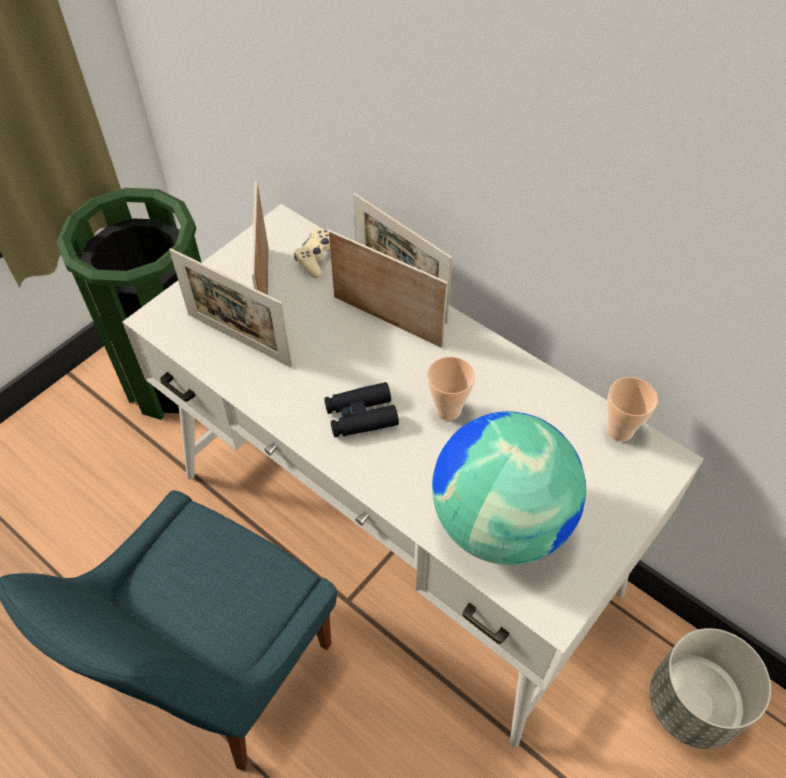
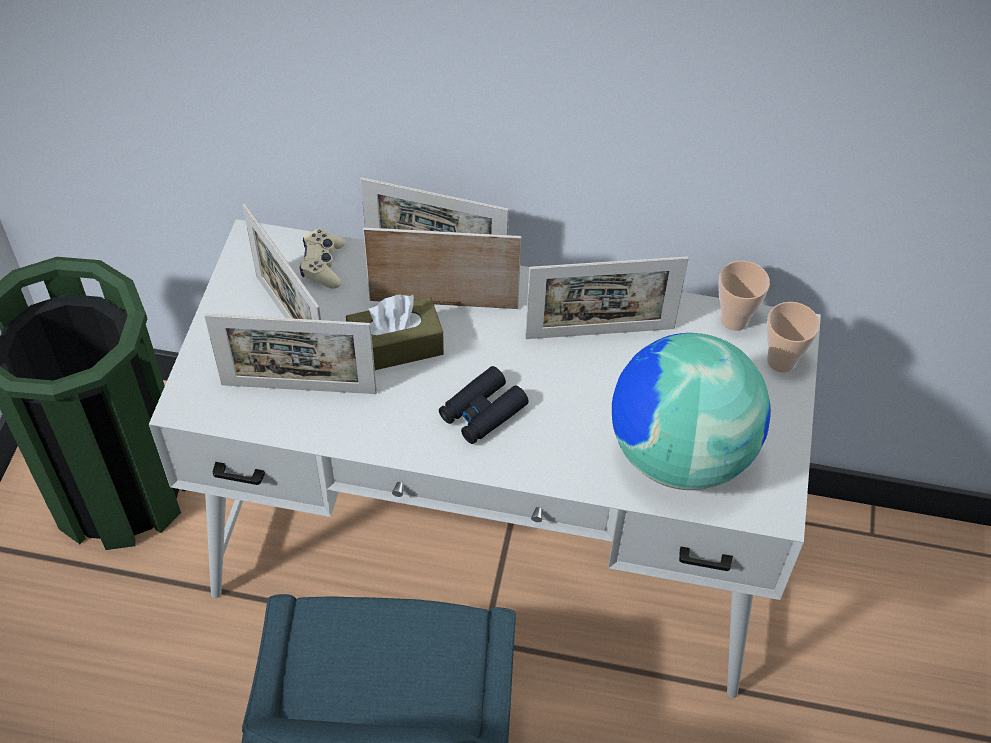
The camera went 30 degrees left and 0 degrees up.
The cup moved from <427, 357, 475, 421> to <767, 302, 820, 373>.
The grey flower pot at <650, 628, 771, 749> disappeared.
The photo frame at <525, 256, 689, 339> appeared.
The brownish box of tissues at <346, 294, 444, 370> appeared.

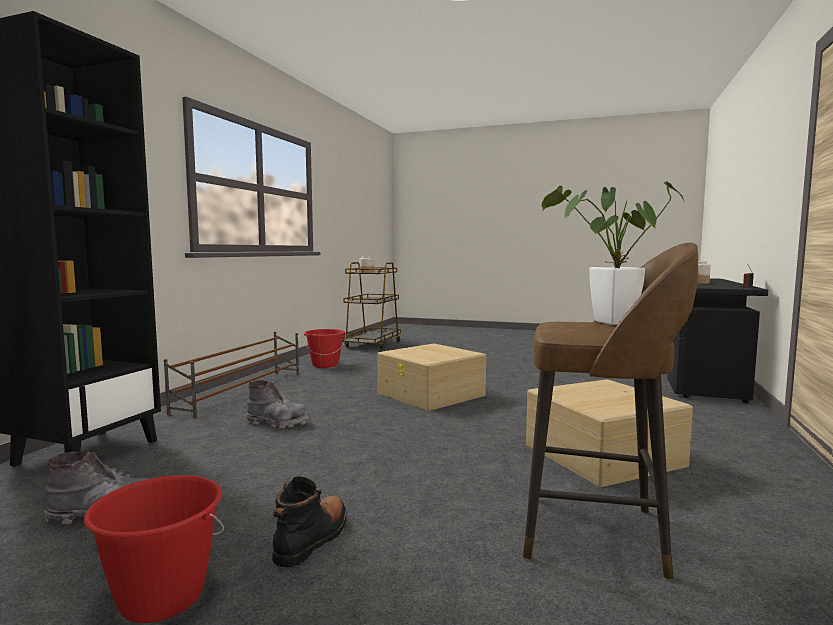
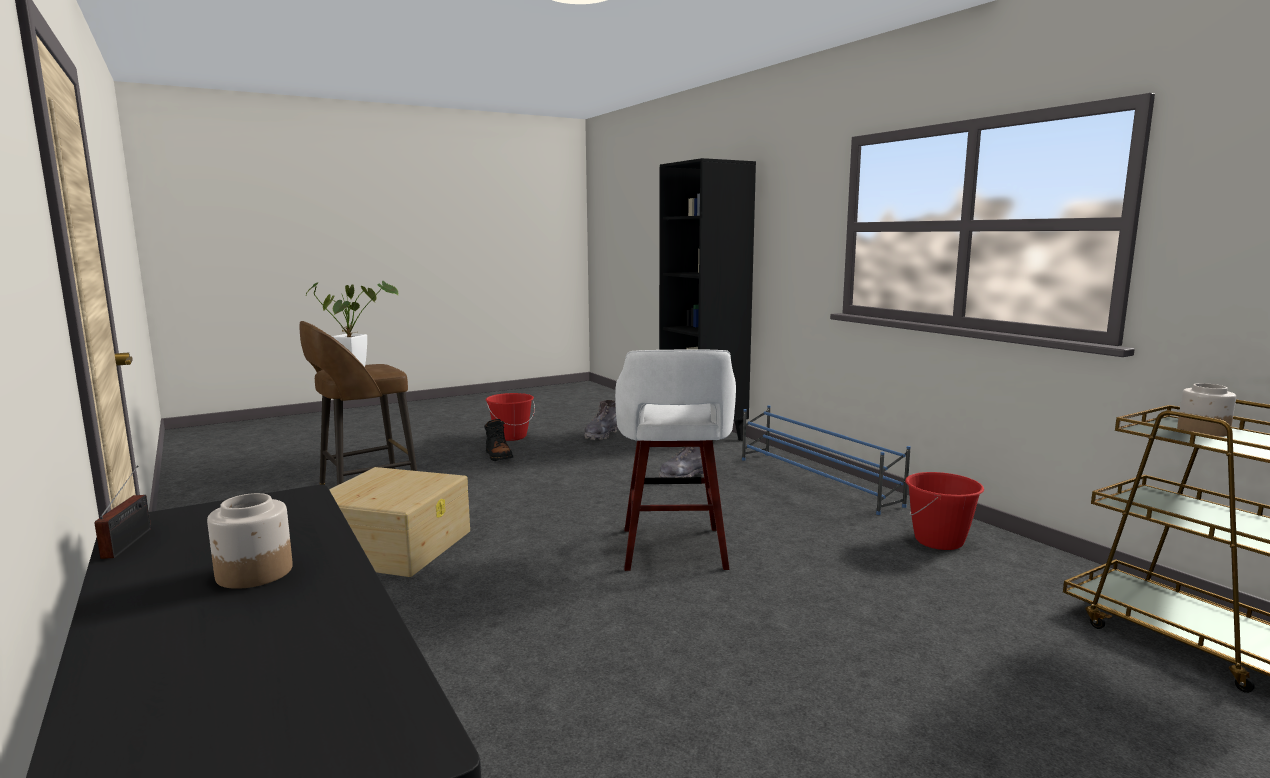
The camera went 130 degrees right and 5 degrees up.
The brownish shoe stand at <164, 332, 299, 418> became the blue shoe stand at <742, 405, 911, 515>.
The sand-coloured storage container at <377, 343, 486, 411> was replaced by the whitish stool at <615, 350, 736, 571>.

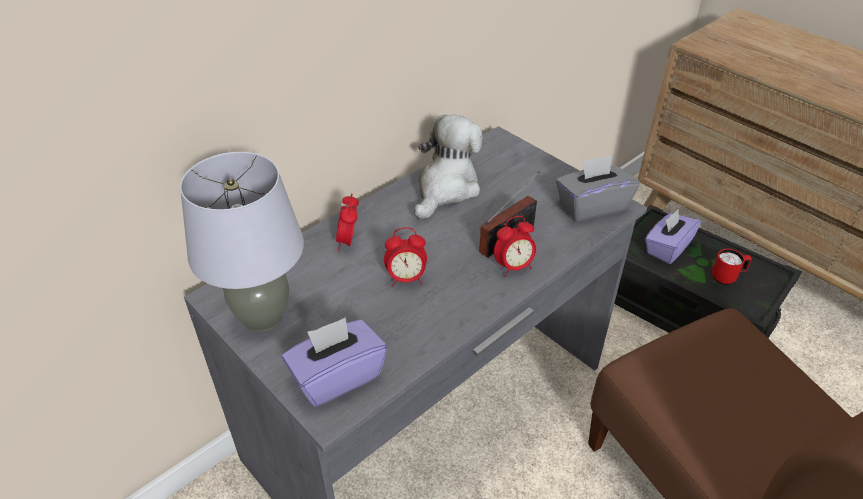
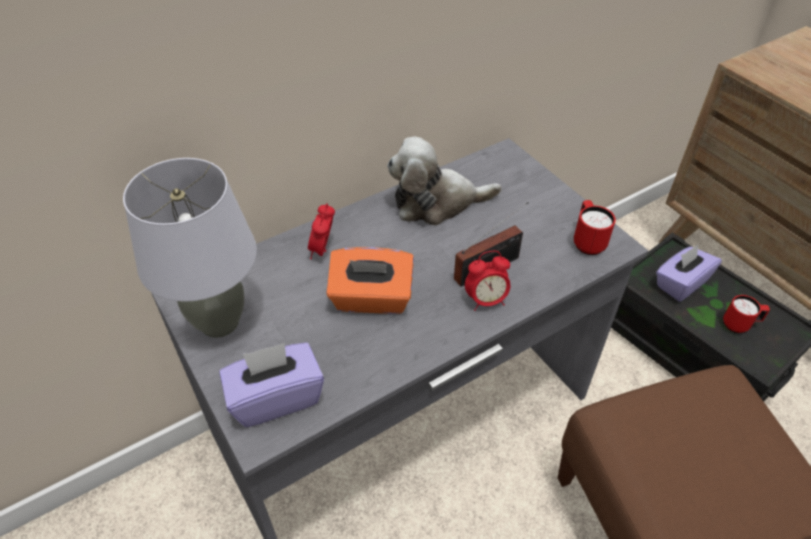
The camera went 10 degrees right and 5 degrees up.
The cuddly toy at <414, 115, 483, 219> turned 135 degrees counterclockwise.
The grey box of tissues at <556, 155, 639, 221> was replaced by the reddish coffee mug at <574, 200, 616, 255>.
The bedside clock at <384, 227, 427, 287> was replaced by the orangey box of tissues at <326, 247, 414, 314>.

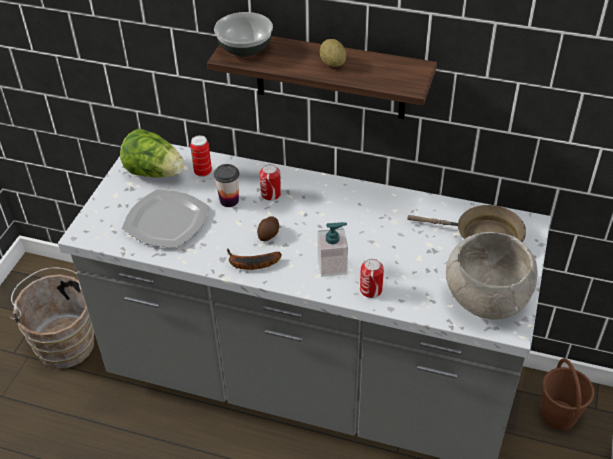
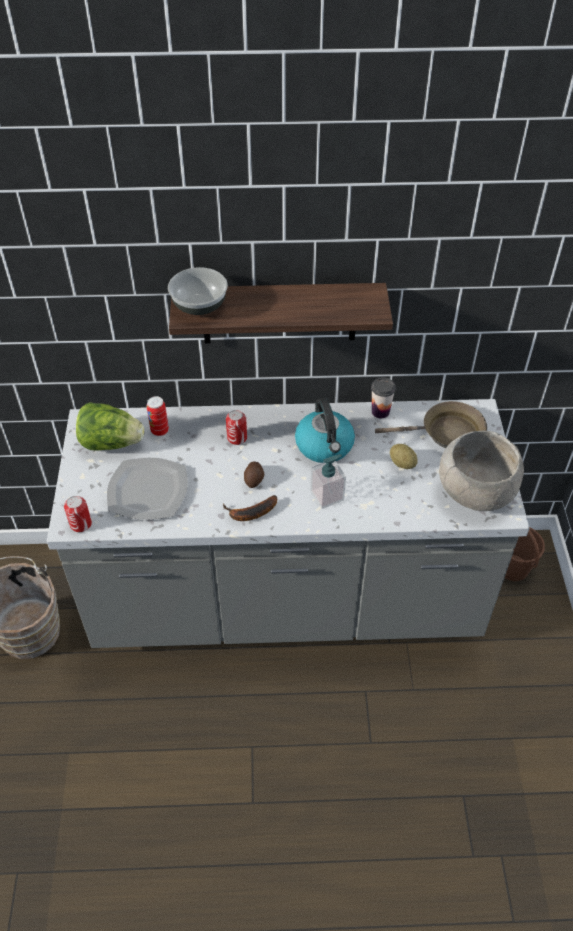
The camera went 20 degrees left and 5 degrees up.
The spud moved from <320, 39, 346, 67> to <390, 444, 418, 469>.
The cup moved from <214, 164, 239, 207> to <371, 377, 396, 418>.
The metal can moved from <360, 259, 384, 298> to <64, 496, 92, 532>.
The water kettle at <295, 398, 355, 463> appeared.

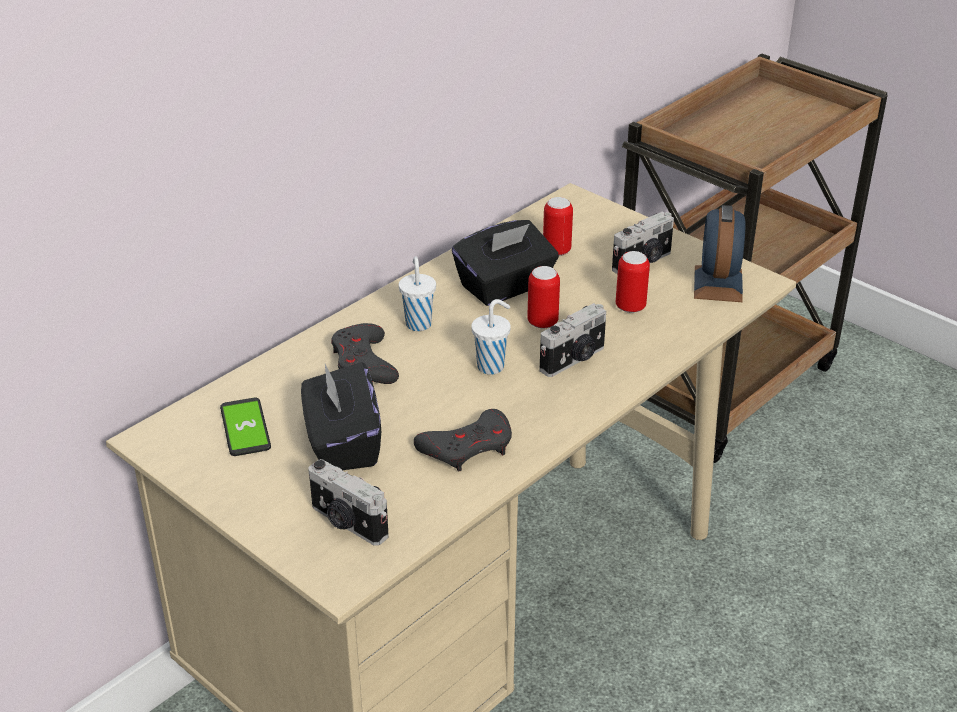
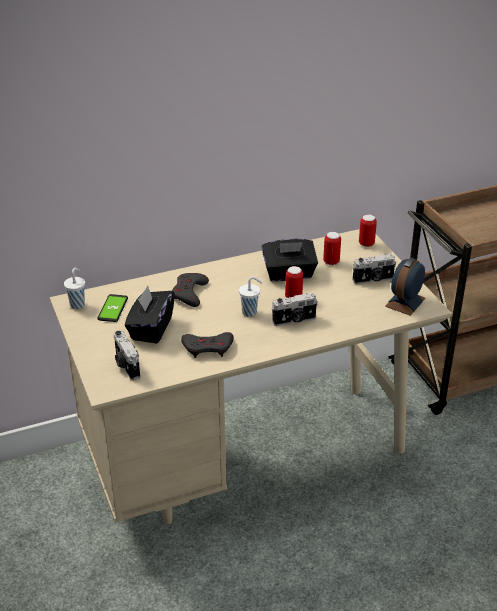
The camera went 25 degrees right and 0 degrees up.
The metal can moved from <616, 251, 650, 313> to <359, 214, 377, 247>.
The whitish cup moved from <399, 257, 436, 331> to <64, 268, 85, 309>.

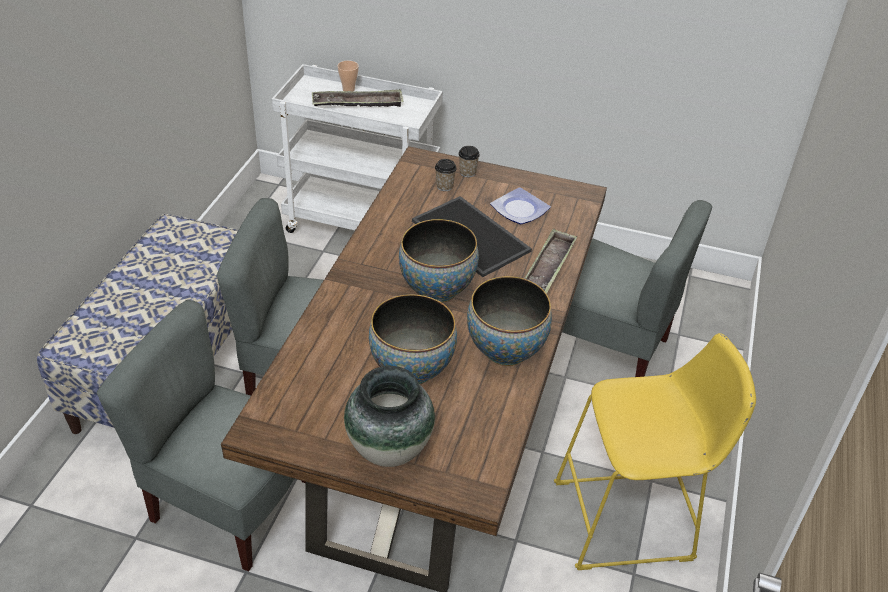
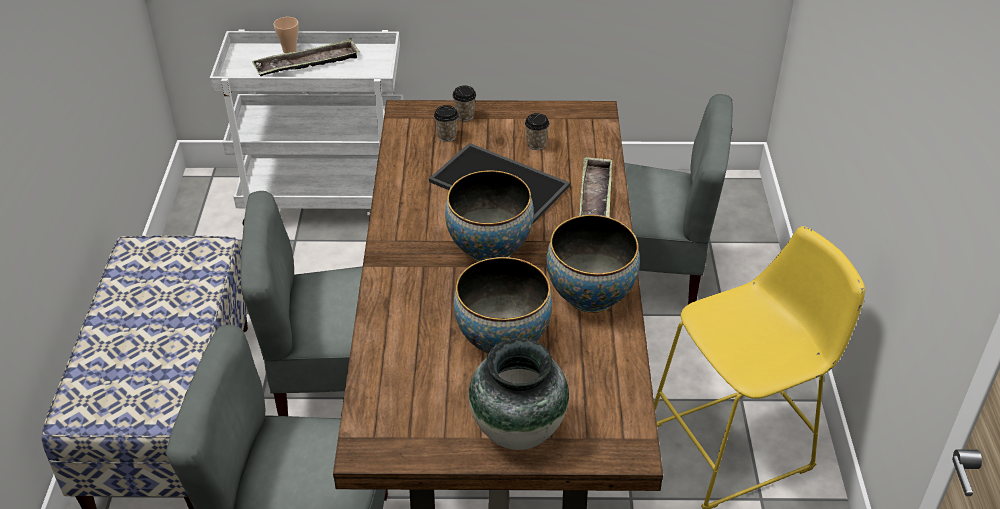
The camera went 15 degrees left and 0 degrees up.
The dinner plate at <490, 187, 551, 224> was replaced by the cup at <525, 113, 550, 150>.

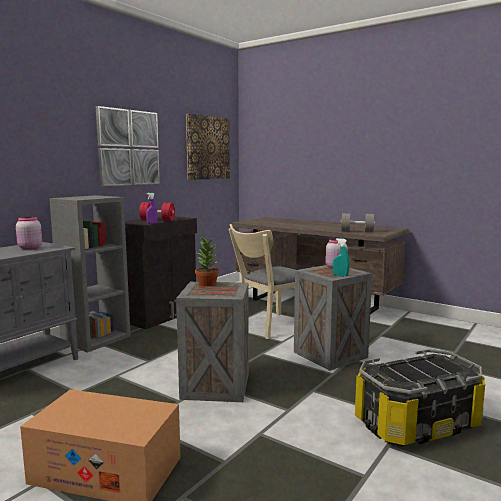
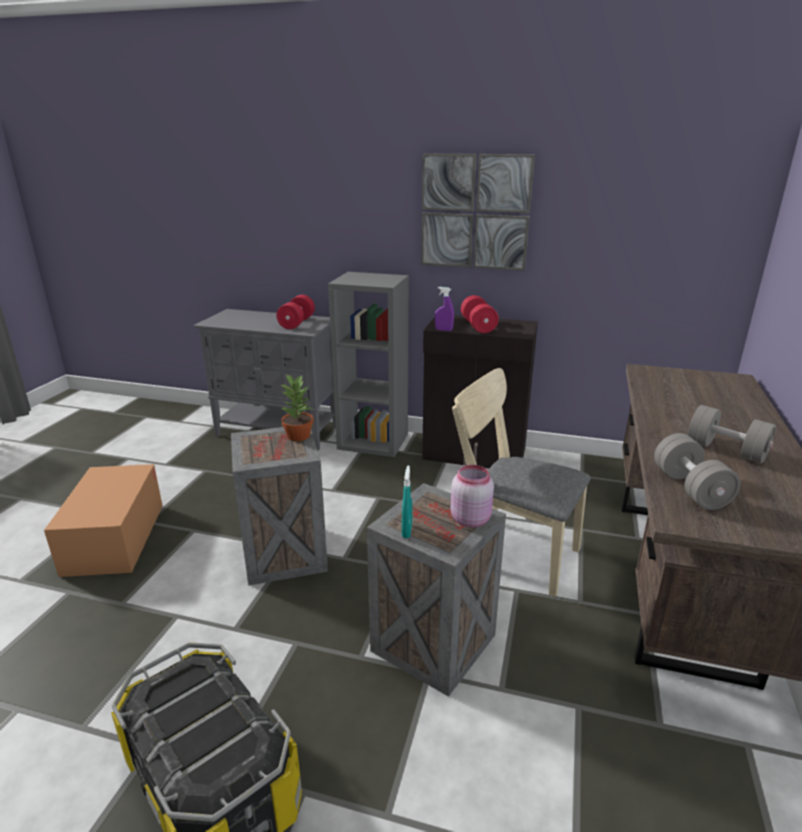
The camera went 70 degrees right and 15 degrees up.
The wall picture at <186, 114, 230, 180> disappeared.
The pink-coloured preserve jar at <16, 217, 42, 249> was replaced by the reddish hand weight at <276, 295, 315, 329>.
The grey hand weight at <688, 405, 776, 463> appeared.

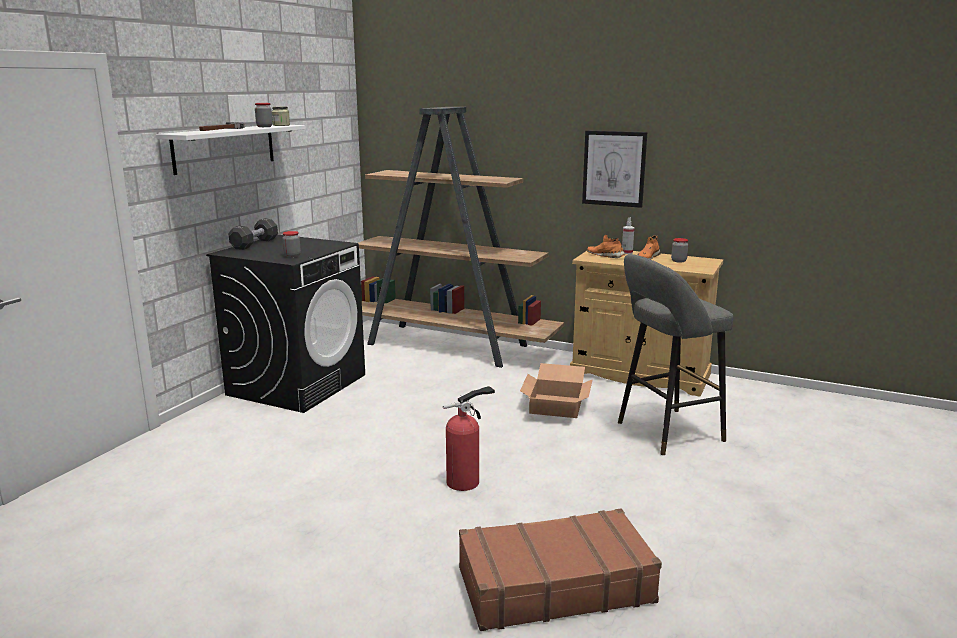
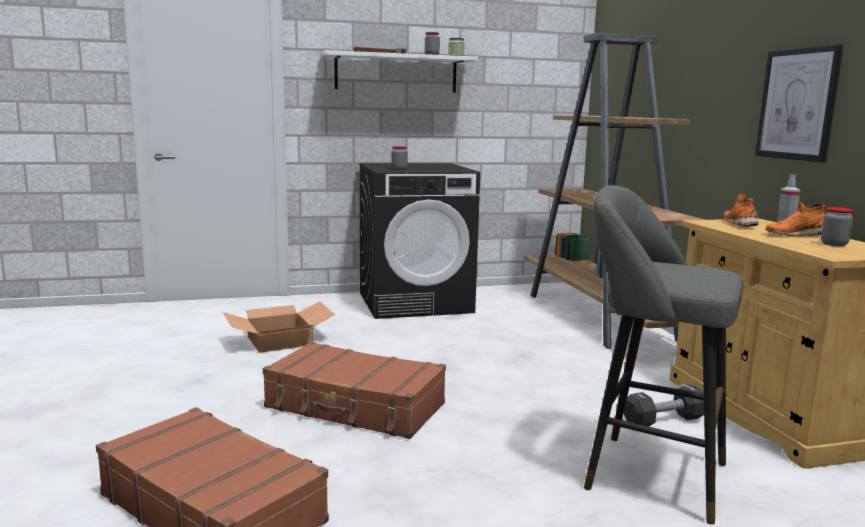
The camera went 50 degrees right and 5 degrees down.
The black hand weight moved from <228, 219, 278, 250> to <624, 385, 704, 426>.
The carton moved from <520, 363, 593, 418> to <222, 301, 335, 353>.
The fire extinguisher at <443, 386, 495, 491> was replaced by the brownish piece of luggage at <263, 342, 446, 439>.

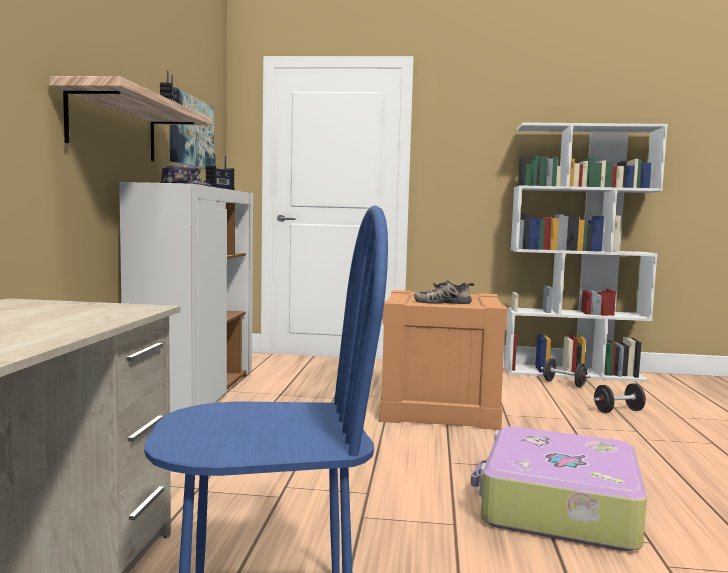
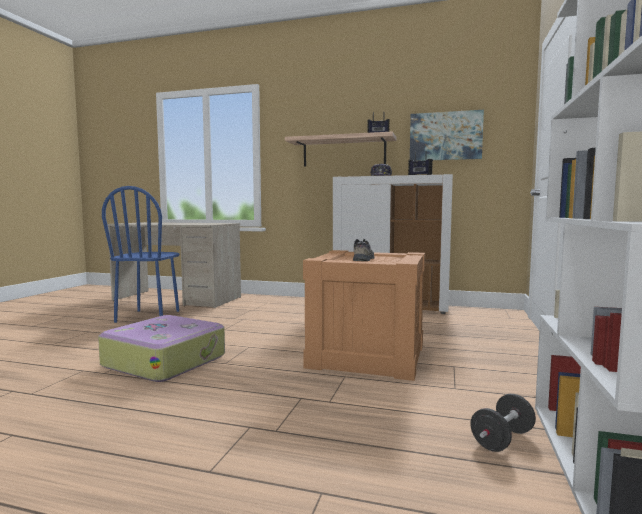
The camera went 100 degrees right and 0 degrees up.
The black hand weight at <594, 383, 646, 413> disappeared.

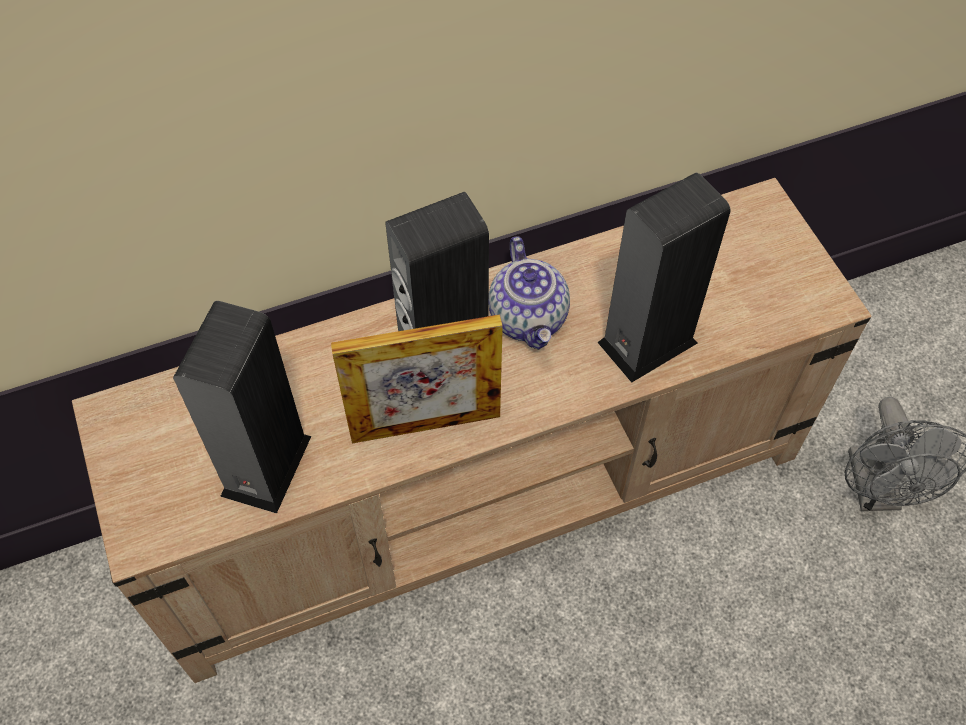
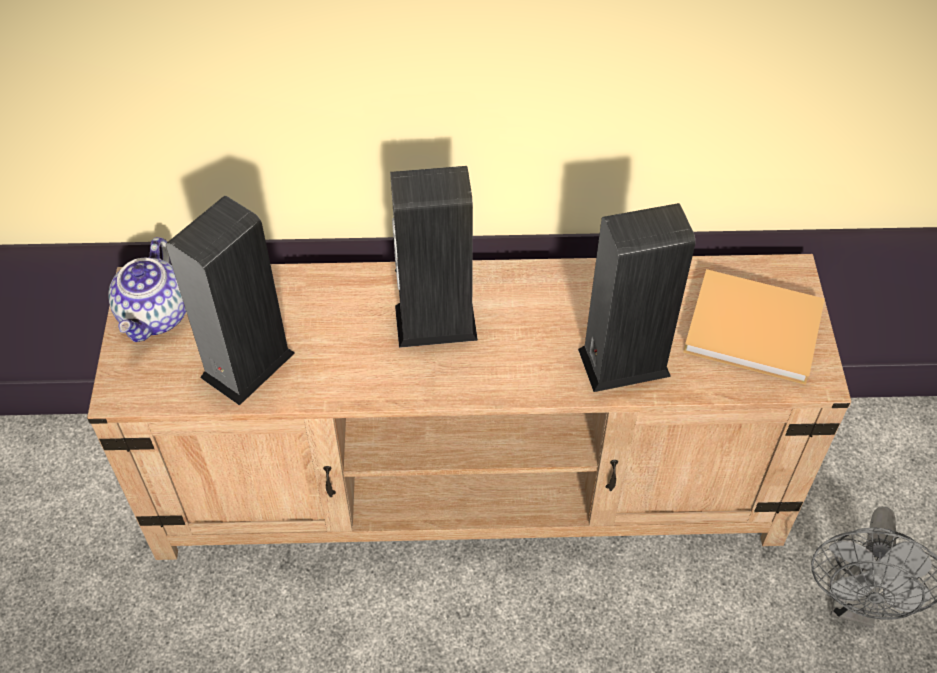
The camera went 20 degrees right and 5 degrees down.
The pot for tea moved from <489, 236, 570, 350> to <108, 237, 186, 342>.
The photo frame at <331, 314, 503, 443> disappeared.
The sand-coloured book at <683, 269, 825, 385> appeared.

